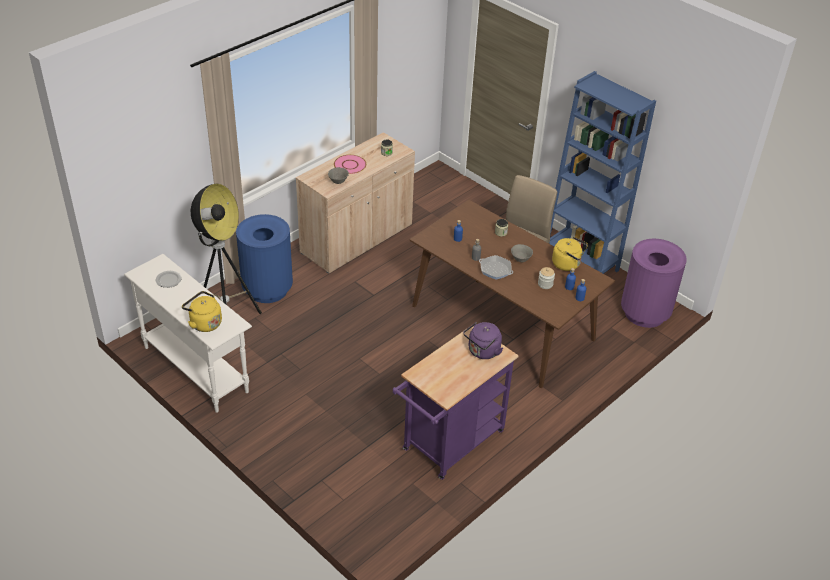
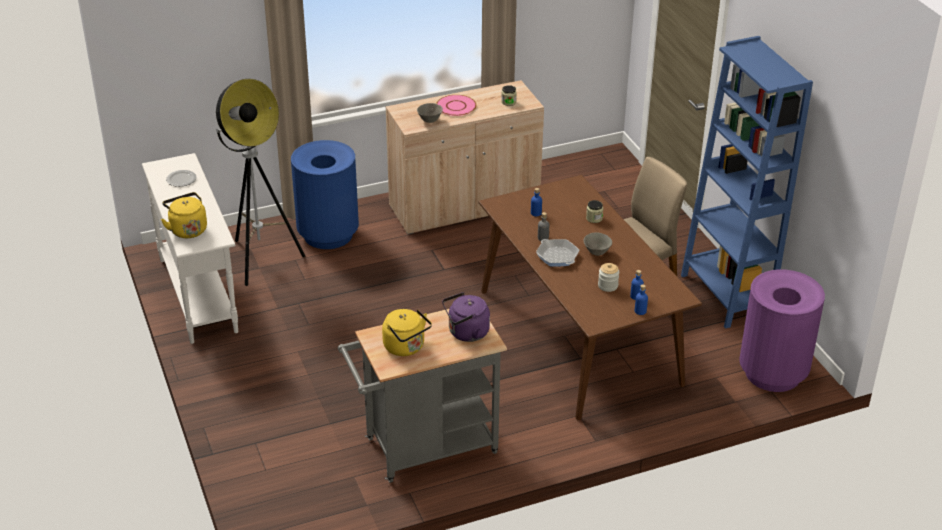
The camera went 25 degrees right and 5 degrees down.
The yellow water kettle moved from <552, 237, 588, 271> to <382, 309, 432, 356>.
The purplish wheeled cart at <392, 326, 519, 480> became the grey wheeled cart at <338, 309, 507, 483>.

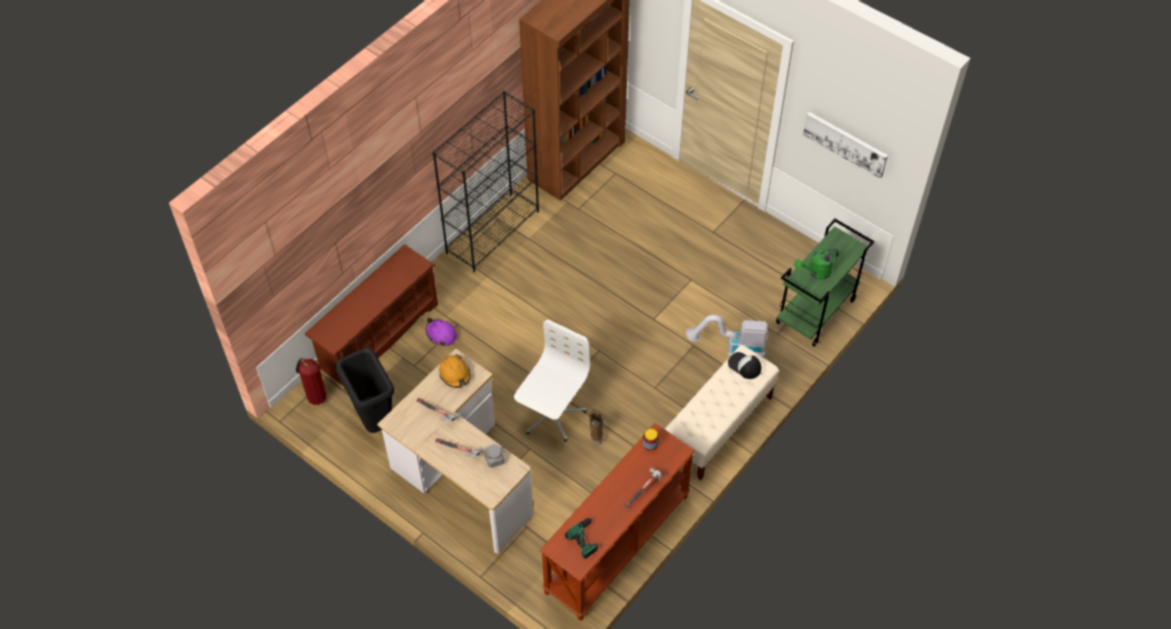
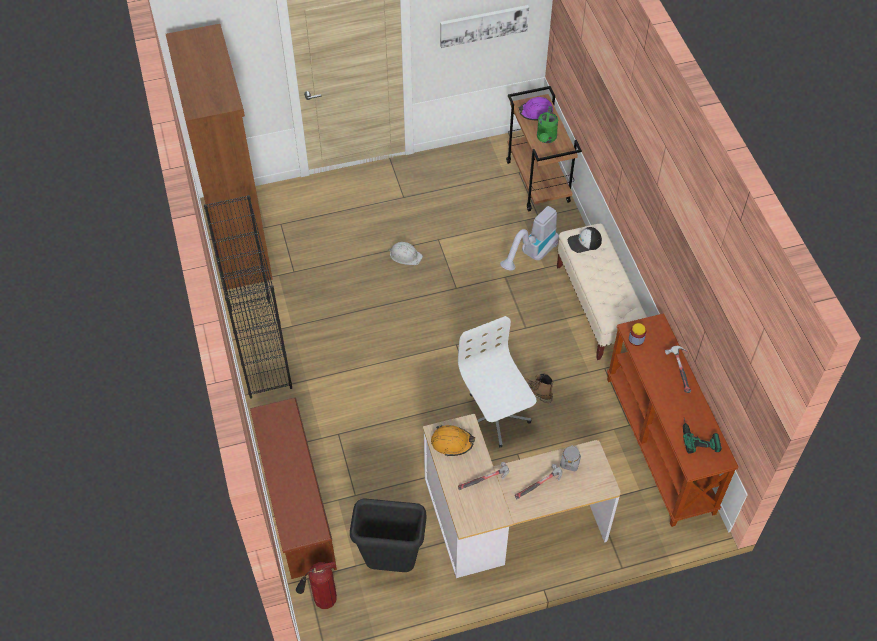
The camera went 55 degrees left and 0 degrees up.
The greenish wheeled cart at <776, 219, 874, 347> became the brownish wheeled cart at <506, 86, 582, 211>.
The purplish work helmet moved from <426, 317, 457, 346> to <518, 97, 553, 120>.
The whitish work helmet at <388, 242, 423, 265> appeared.

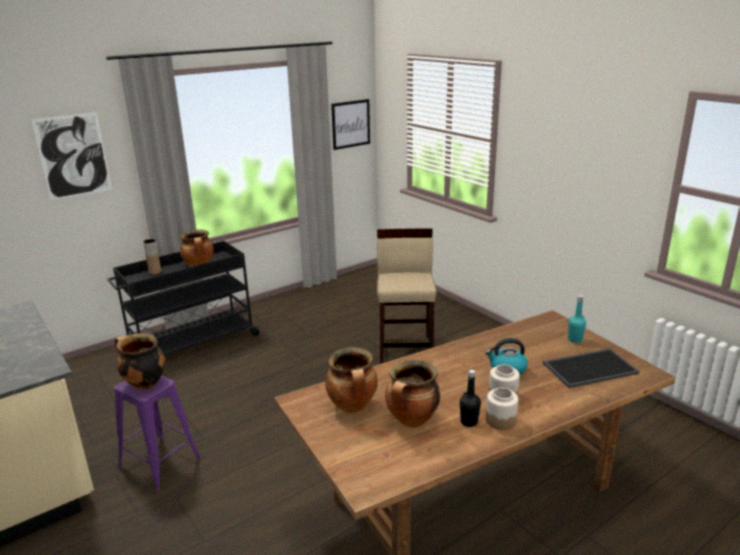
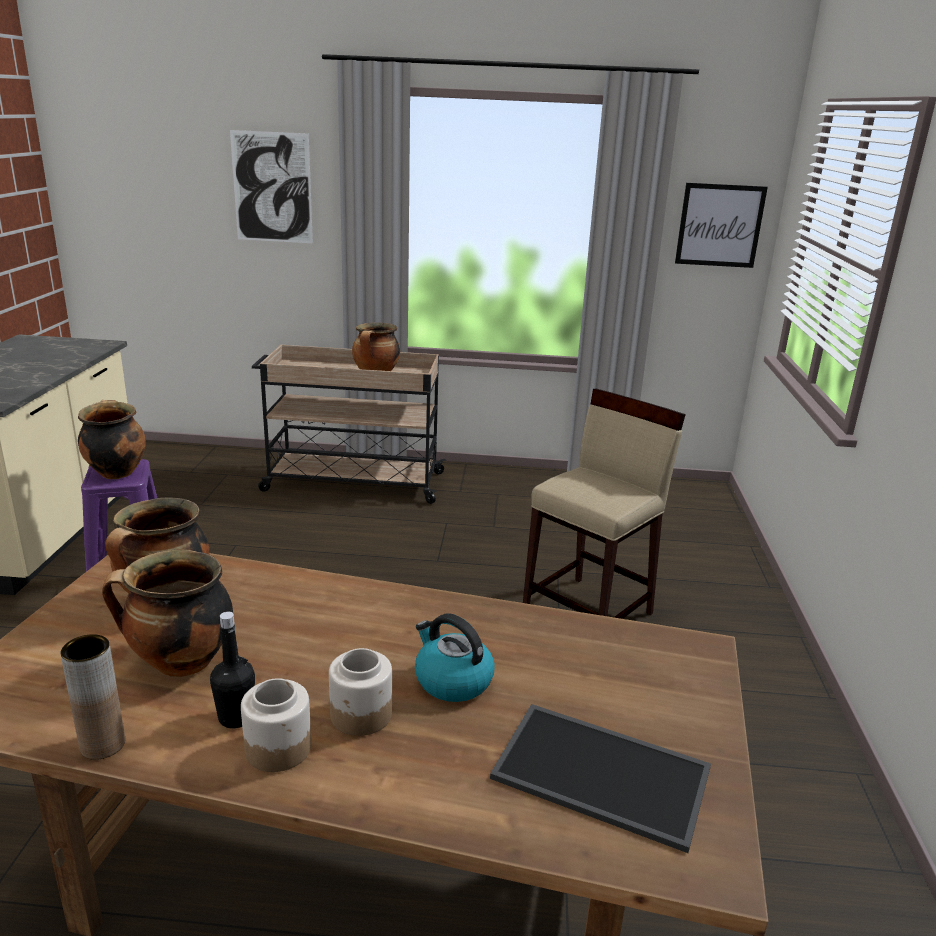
The camera went 40 degrees right and 0 degrees up.
The brownish vase moved from <143, 239, 161, 275> to <60, 634, 125, 760>.
The black wheeled cart at <107, 241, 260, 355> became the sand-coloured wheeled cart at <252, 345, 446, 504>.
The turquoise-coloured drink bottle at <568, 295, 586, 343> disappeared.

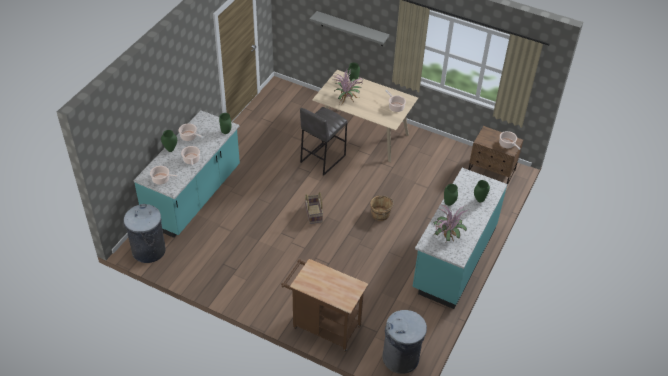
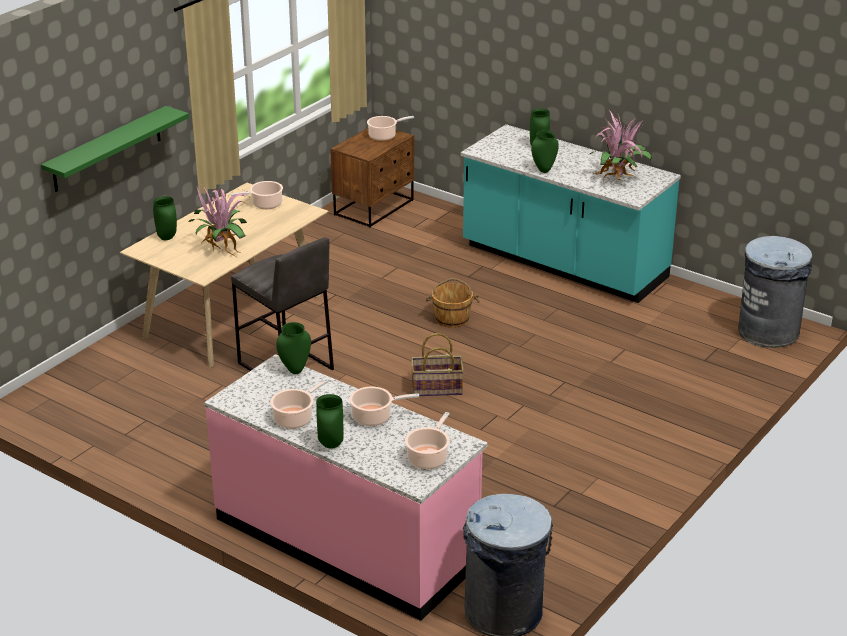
The camera went 80 degrees left and 15 degrees down.
The grey bracket shelf at <309, 11, 389, 46> became the greenish bracket shelf at <41, 106, 189, 192>.
The turquoise-coloured kitchen base unit at <133, 110, 240, 238> became the pink-coloured kitchen base unit at <204, 354, 487, 621>.
The brownish wheeled cart at <281, 259, 368, 352> disappeared.

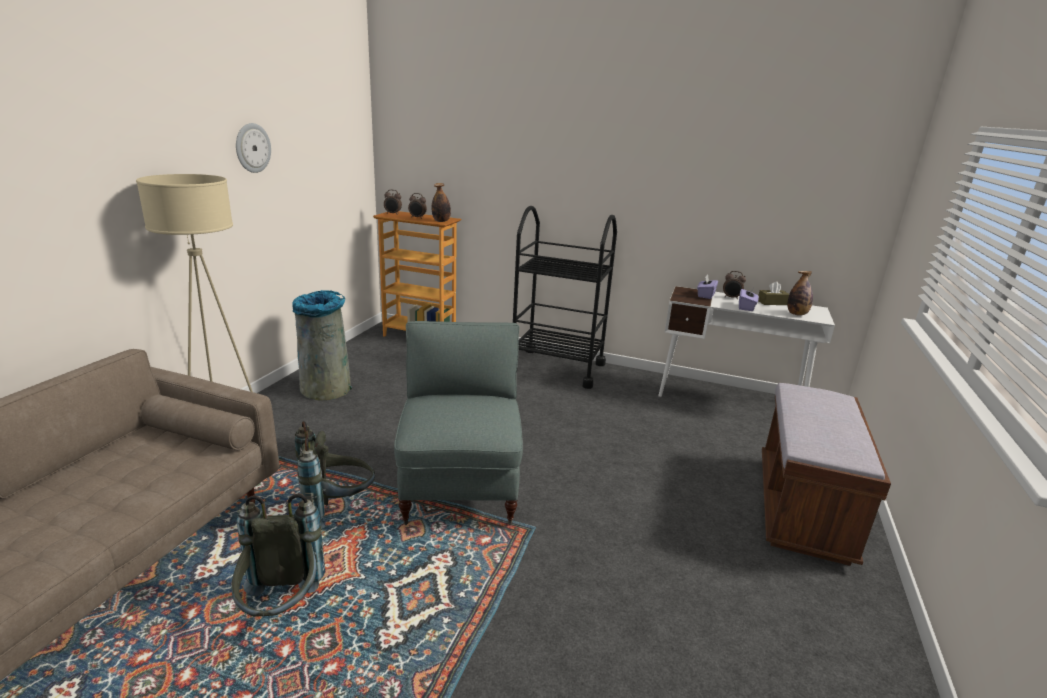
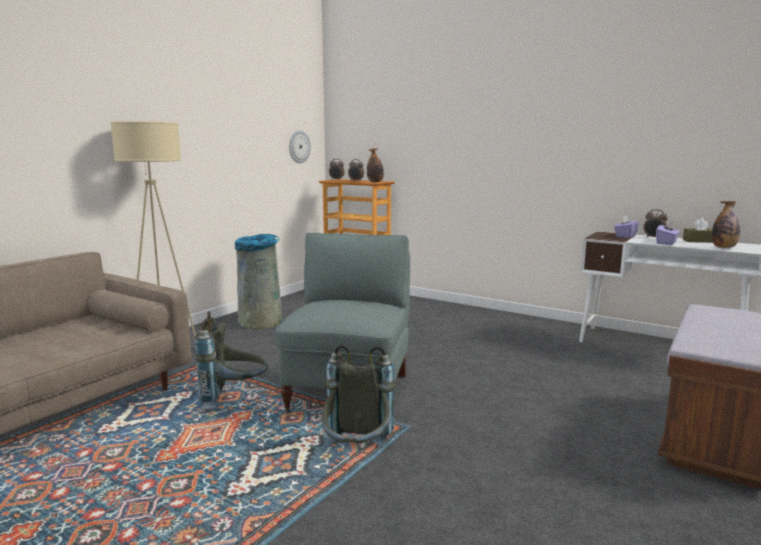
The camera went 15 degrees right and 10 degrees down.
The clock on the wall moved from <236, 123, 271, 173> to <289, 130, 311, 163>.
The black wheeled cart at <513, 206, 617, 389> disappeared.
The grey backpack moved from <231, 494, 325, 617> to <321, 345, 395, 447>.

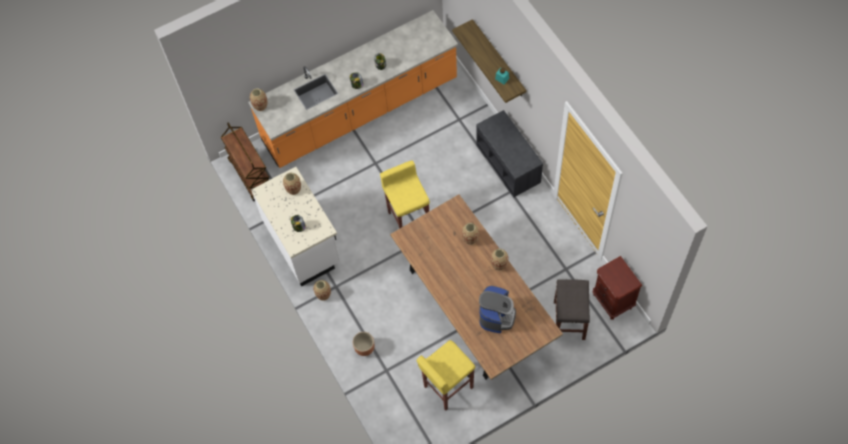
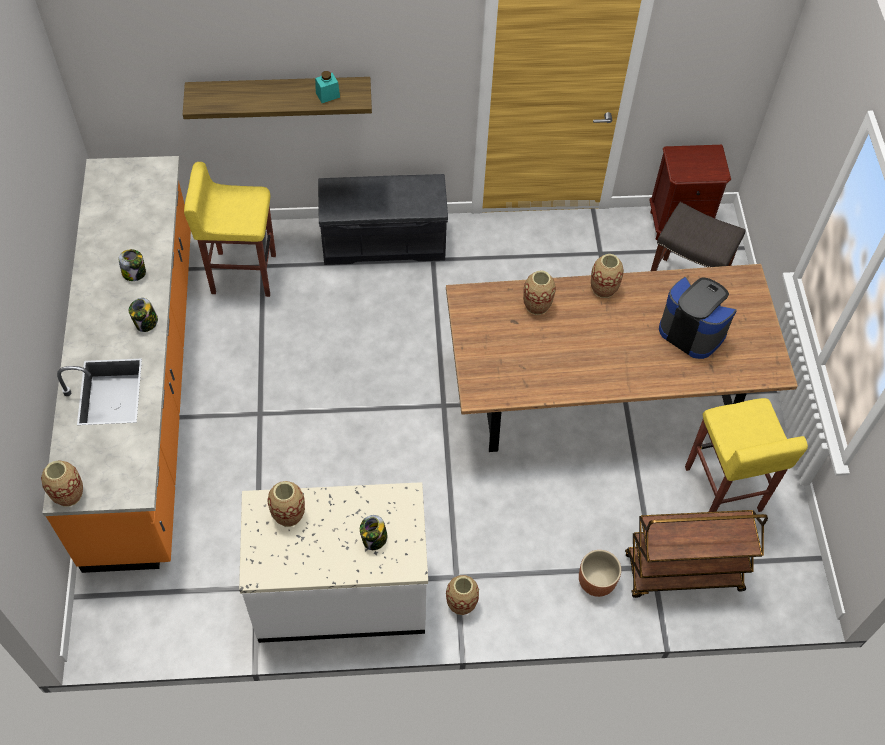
The camera went 70 degrees left and 5 degrees down.
The brownish wheeled cart moved from <221, 123, 270, 201> to <625, 510, 768, 598>.
The yellow stool moved from <380, 160, 430, 229> to <184, 162, 276, 297>.

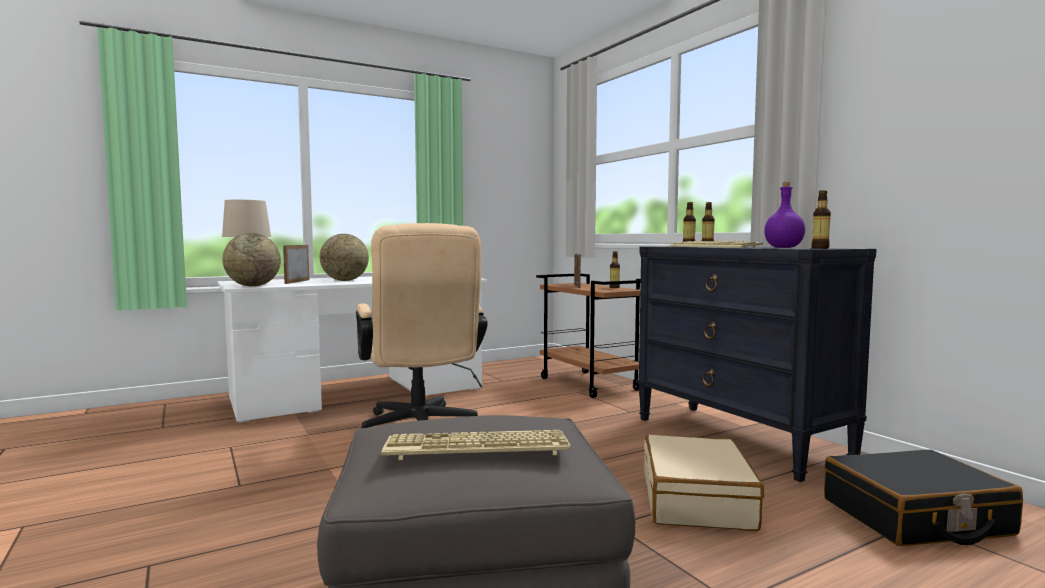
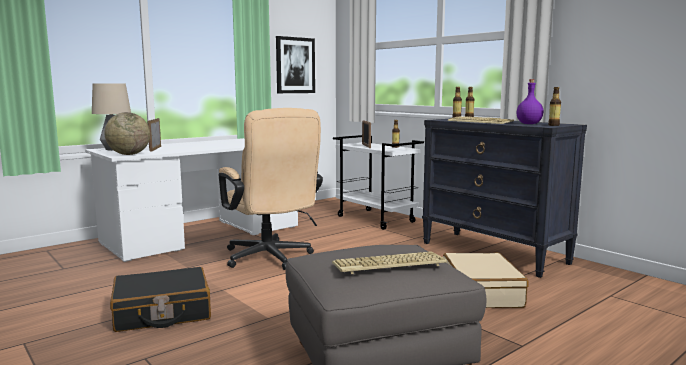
The camera went 10 degrees left and 5 degrees up.
The desk globe at <320, 234, 369, 281> disappeared.
The brownish wheeled cart at <536, 274, 641, 398> became the whitish wheeled cart at <333, 135, 424, 230>.
The black piece of luggage moved from <824, 450, 1023, 546> to <110, 267, 211, 332>.
The wall picture at <276, 36, 315, 93> appeared.

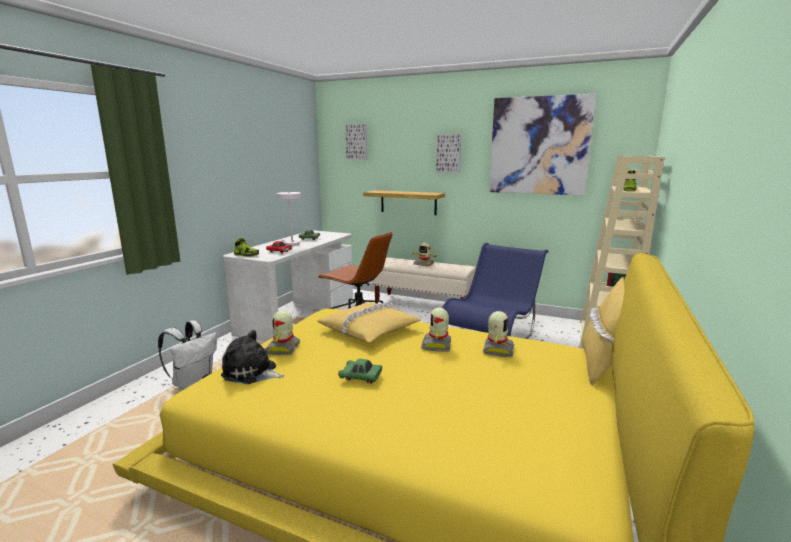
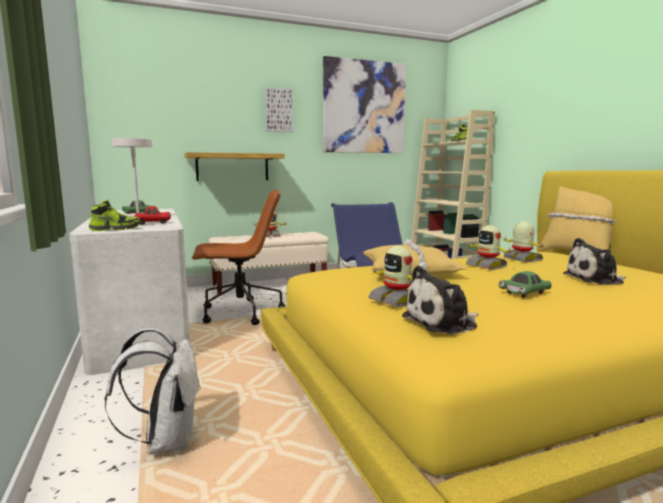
The camera went 45 degrees left and 5 degrees down.
The wall picture at <345, 124, 367, 160> disappeared.
The cuddly toy at <563, 238, 626, 284> appeared.

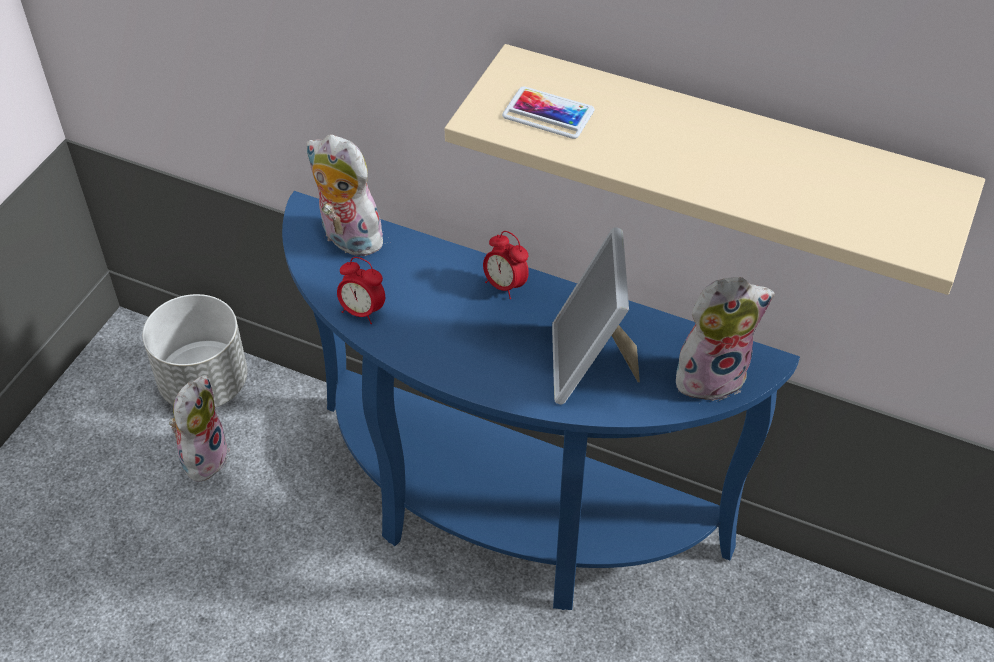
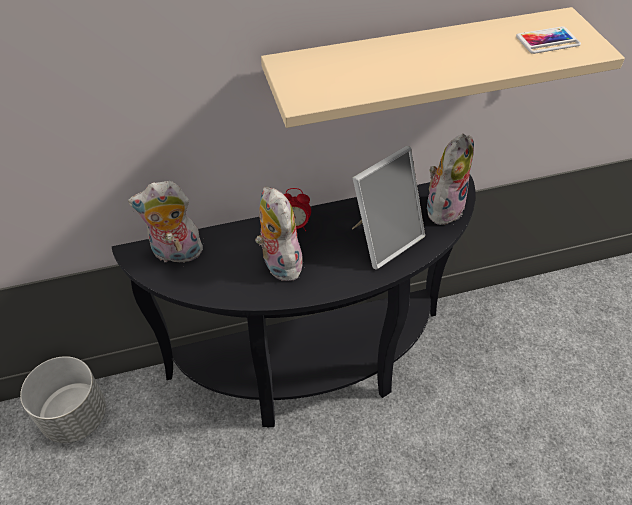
The camera went 40 degrees left and 0 degrees up.
The handset moved from <502, 86, 595, 139> to <516, 26, 581, 54>.
The blue narrow table at <282, 191, 800, 610> became the black narrow table at <112, 175, 475, 428>.
The photo frame at <552, 227, 640, 404> turned 90 degrees counterclockwise.
The bedside clock at <337, 257, 385, 324> disappeared.
The cuddly toy moved from <169, 375, 230, 483> to <255, 187, 303, 281>.

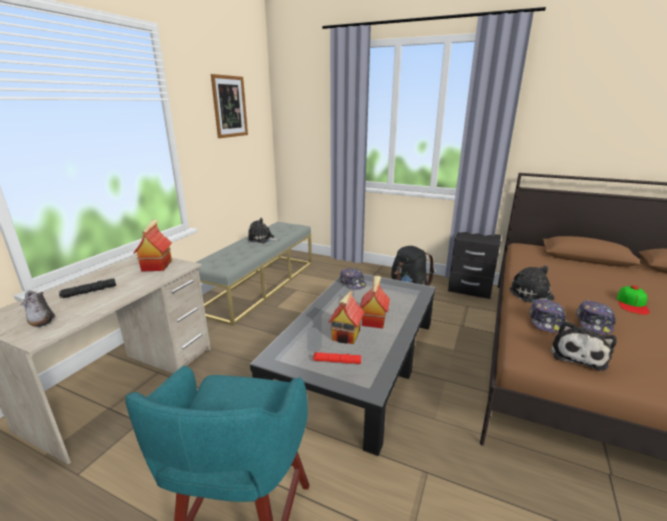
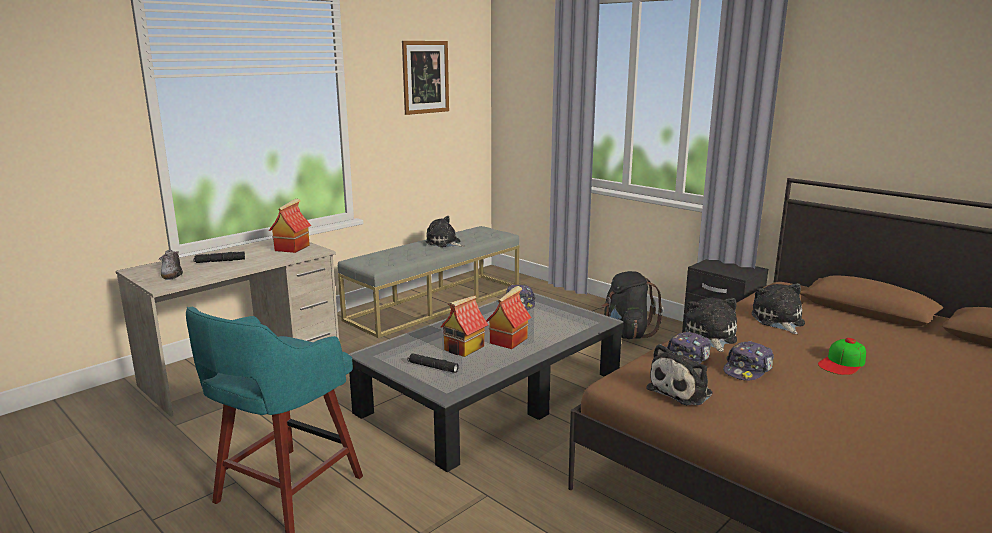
The camera went 20 degrees right and 5 degrees down.
The reddish hand torch at <313, 352, 361, 364> became the black hand torch at <407, 353, 459, 373>.
The cuddly toy at <752, 283, 805, 334> appeared.

